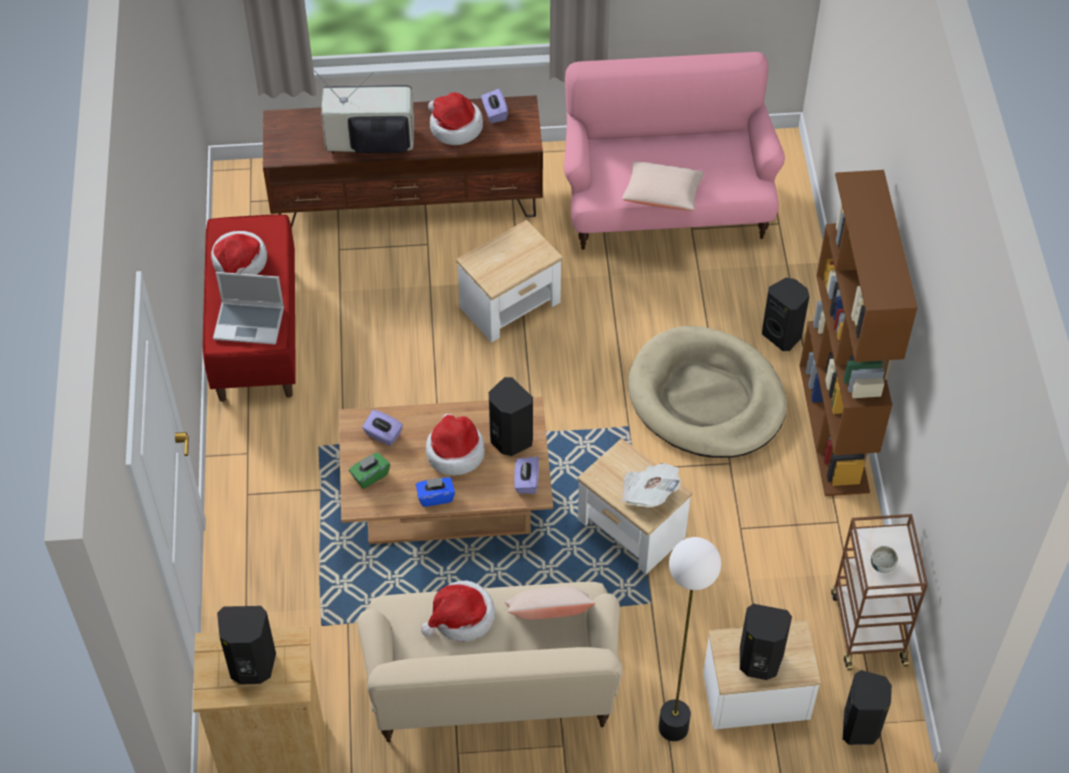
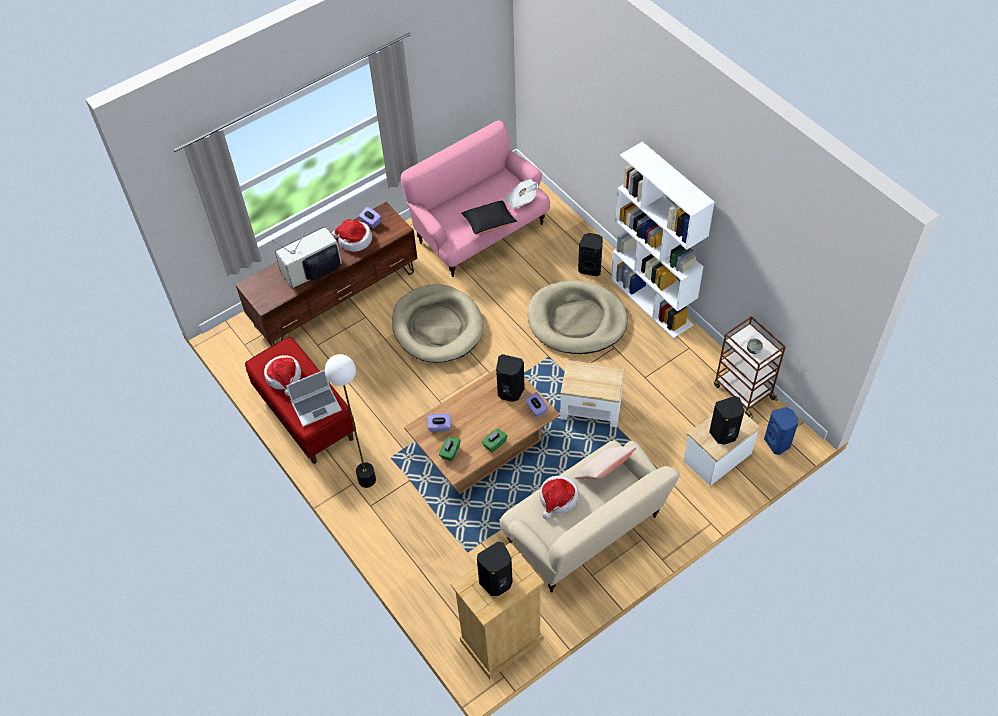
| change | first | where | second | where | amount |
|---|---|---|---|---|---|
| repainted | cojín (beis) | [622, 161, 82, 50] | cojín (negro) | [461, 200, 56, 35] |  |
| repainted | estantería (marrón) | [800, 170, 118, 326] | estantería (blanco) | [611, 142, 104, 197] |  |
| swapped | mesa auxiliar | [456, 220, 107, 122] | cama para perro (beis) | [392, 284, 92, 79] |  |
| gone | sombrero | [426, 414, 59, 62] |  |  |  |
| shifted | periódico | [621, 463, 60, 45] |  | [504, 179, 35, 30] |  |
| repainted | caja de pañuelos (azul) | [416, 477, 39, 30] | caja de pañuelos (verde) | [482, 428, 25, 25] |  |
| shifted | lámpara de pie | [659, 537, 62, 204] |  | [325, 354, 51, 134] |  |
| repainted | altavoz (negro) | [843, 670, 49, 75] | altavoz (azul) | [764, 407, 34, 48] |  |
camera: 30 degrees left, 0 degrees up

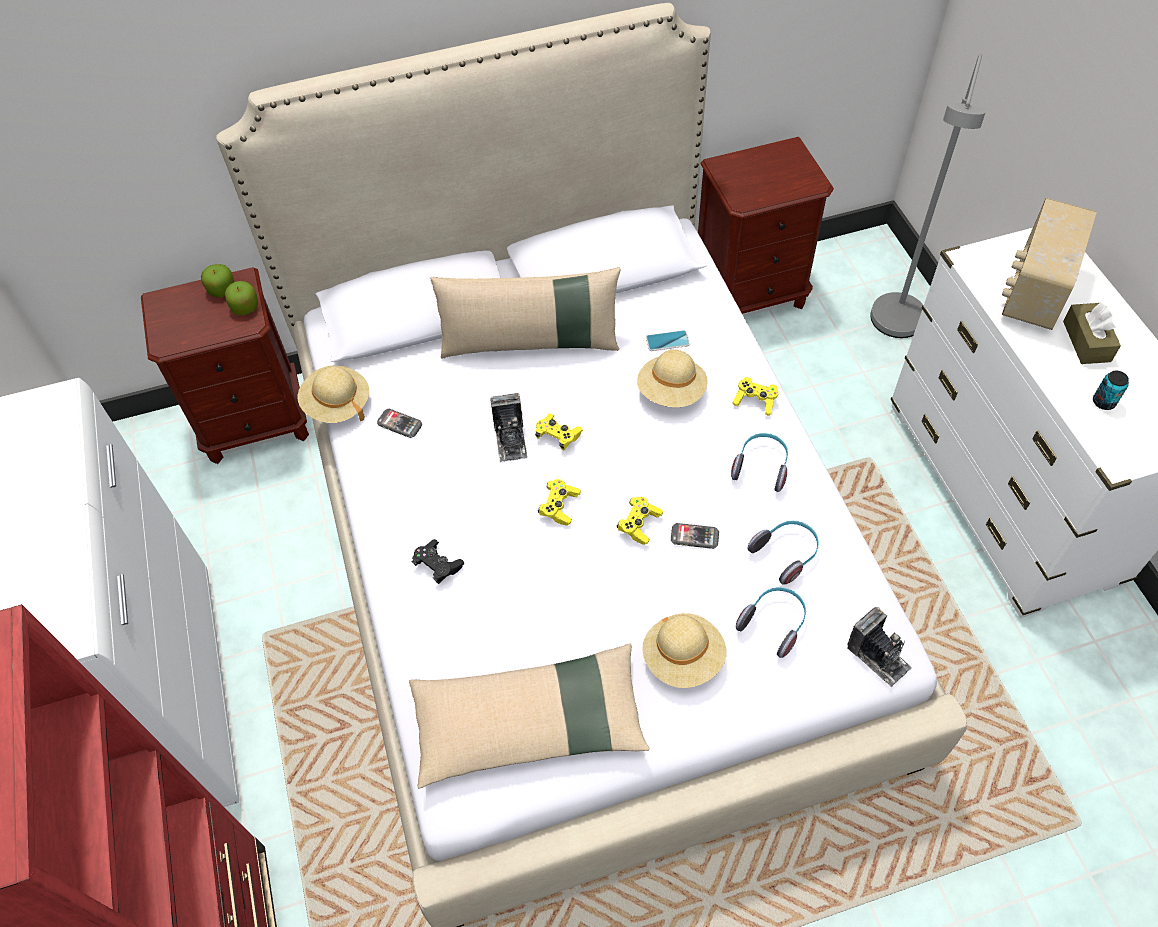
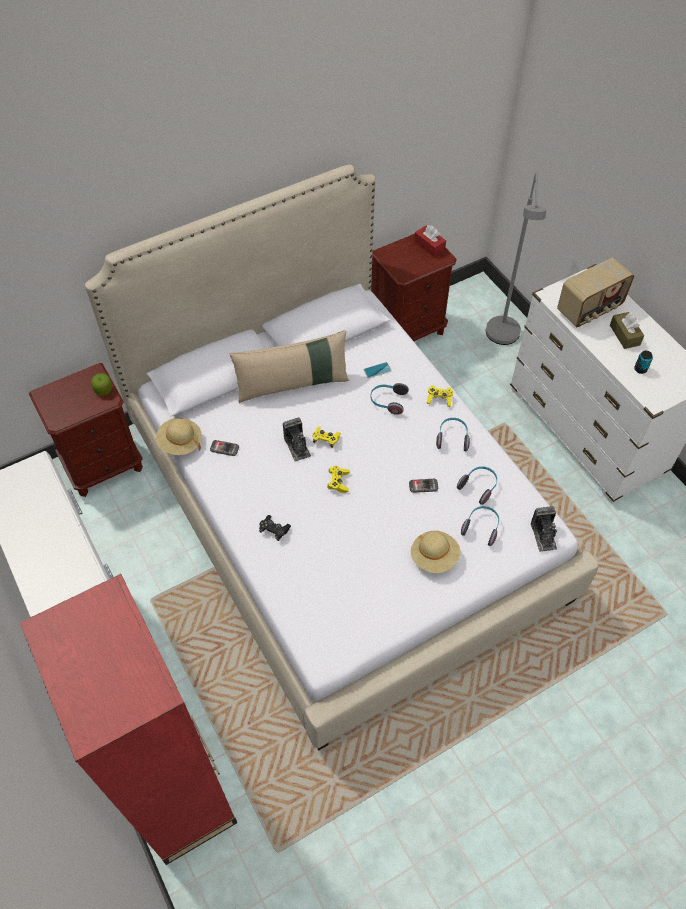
| change | first | where | second | where | amount |
|---|---|---|---|---|---|
| rotated | radio | [1002, 198, 95, 132] |  | [557, 257, 77, 70] | 135 degrees counterclockwise |
| gone | manzana | [201, 264, 33, 33] |  |  |  |
| swapped | sombrero (beis) | [637, 350, 71, 57] | auriculares | [371, 383, 38, 32] |  |
| gone | mando de consola (amarillo) | [617, 497, 46, 48] |  |  |  |
| rotated | cámara | [847, 607, 65, 80] |  | [531, 506, 26, 46] | 45 degrees clockwise |
| gone | cojín (beis) | [409, 643, 241, 146] |  |  |  |
| new |  |  | caja de pañuelos (rojo) | [414, 225, 32, 32] |  |
camera: 15 degrees left, 0 degrees up

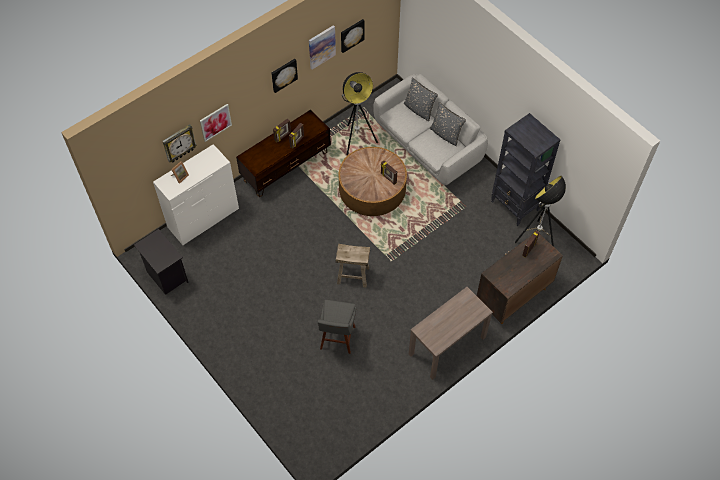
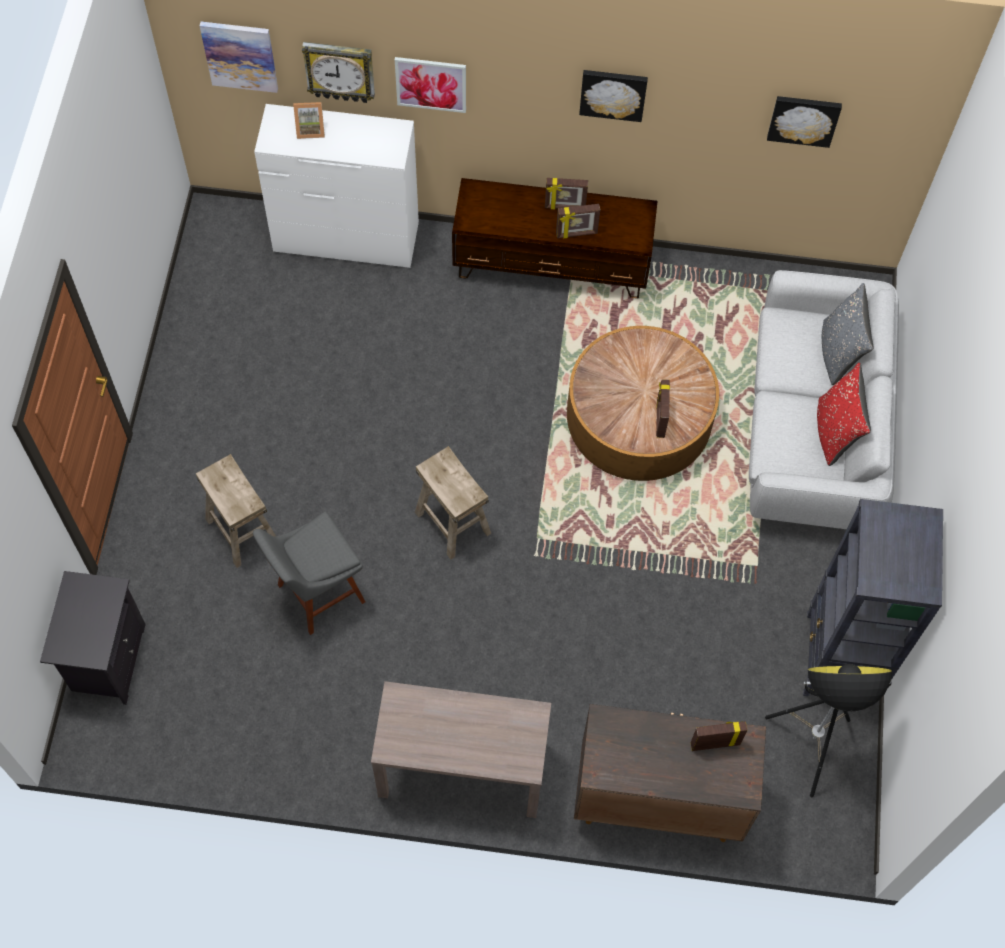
| change | first | where | second | where | amount |
|---|---|---|---|---|---|
| shifted | cuadro | [309, 25, 27, 44] |  | [200, 22, 78, 71] |  |
| gone | lámpara de pie | [342, 72, 36, 83] |  |  |  |
| repainted | cojín (gris) | [430, 102, 36, 44] | cojín (rojo) | [817, 363, 54, 103] |  |
| shifted | mesita de noche (negro) | [134, 229, 54, 66] |  | [40, 571, 106, 134] |  |
| new |  |  | taburete (beis) | [196, 454, 80, 114] |  |
camera: 45 degrees right, 5 degrees up

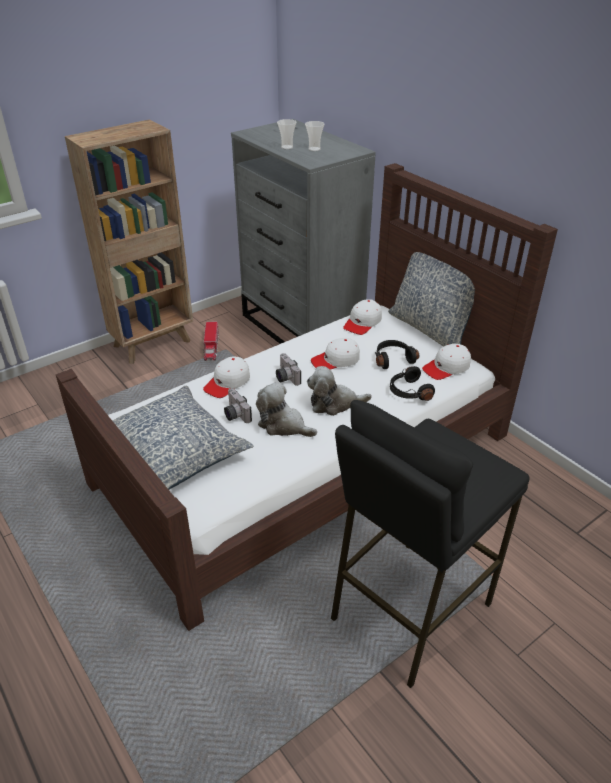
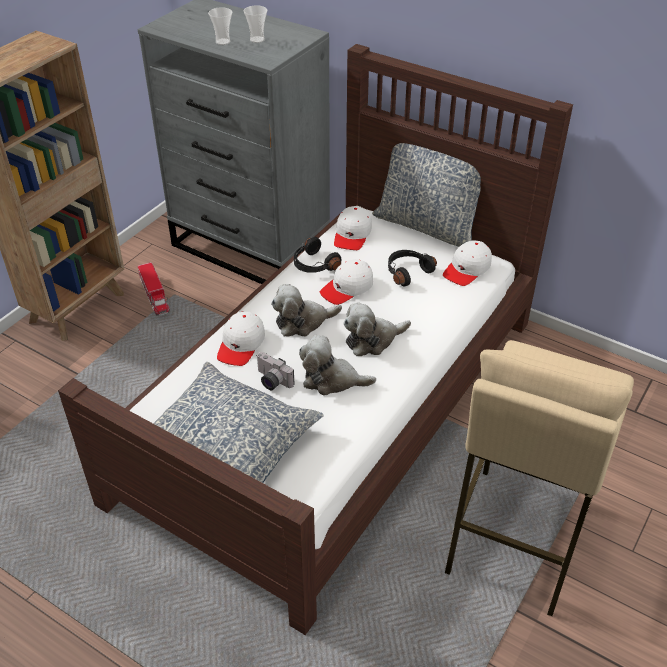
| change | first | where | second | where | amount |
|---|---|---|---|---|---|
| swapped | cámara | [276, 353, 25, 33] | peluche | [271, 284, 71, 53] |  |
| shifted | auriculares (negro) | [390, 366, 45, 35] |  | [294, 237, 47, 36] |  |
| repainted | taburete (negro) | [331, 400, 198, 288] | taburete (beis) | [445, 340, 189, 276] |  |
camera: 20 degrees left, 5 degrees up

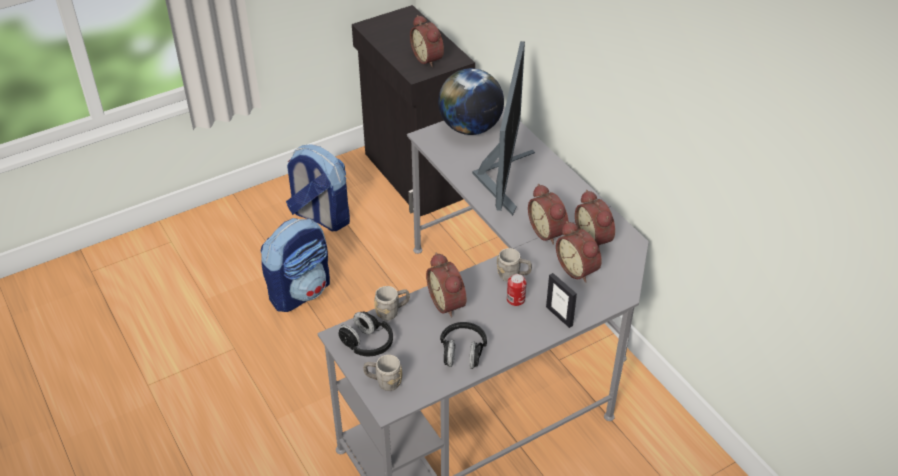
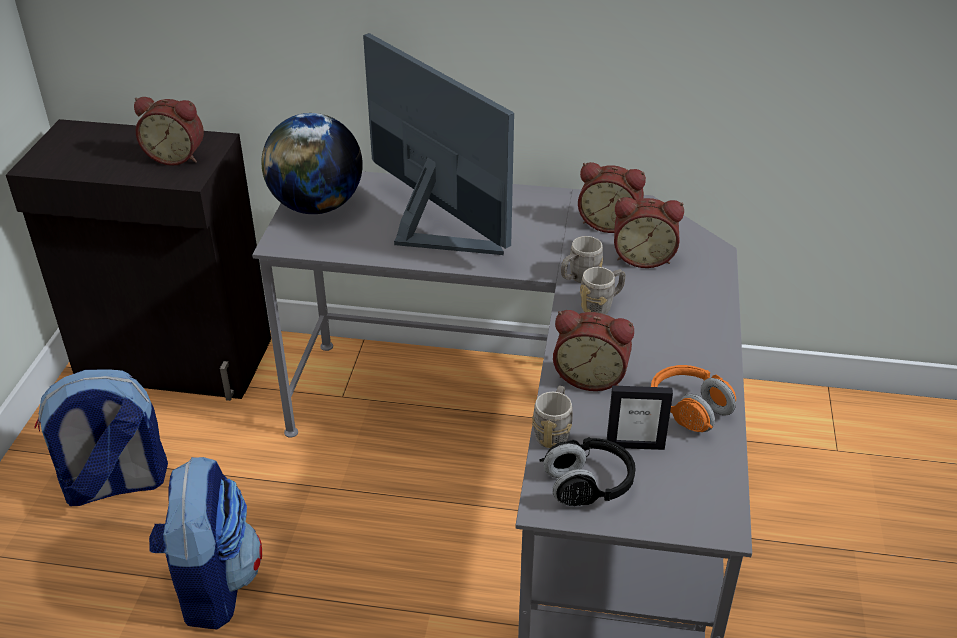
| change | first | where | second | where | amount |
|---|---|---|---|---|---|
| gone | despertador | [528, 184, 41, 61] |  |  |  |
| shifted | portarretratos | [546, 273, 31, 55] |  | [607, 385, 66, 65] |  |
| gone | lata | [507, 274, 20, 32] |  |  |  |
| repainted | auriculares (negro) | [440, 322, 47, 47] | auriculares (naranja) | [651, 365, 85, 67] |  |
| shifted | taza grande (gris) | [363, 355, 39, 36] |  | [561, 236, 42, 47] |  |
camera: 50 degrees left, 5 degrees down

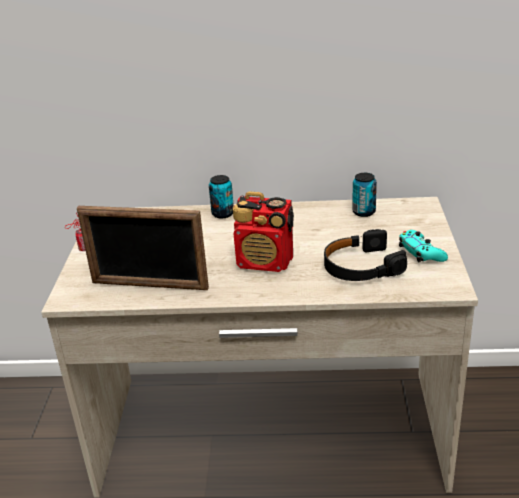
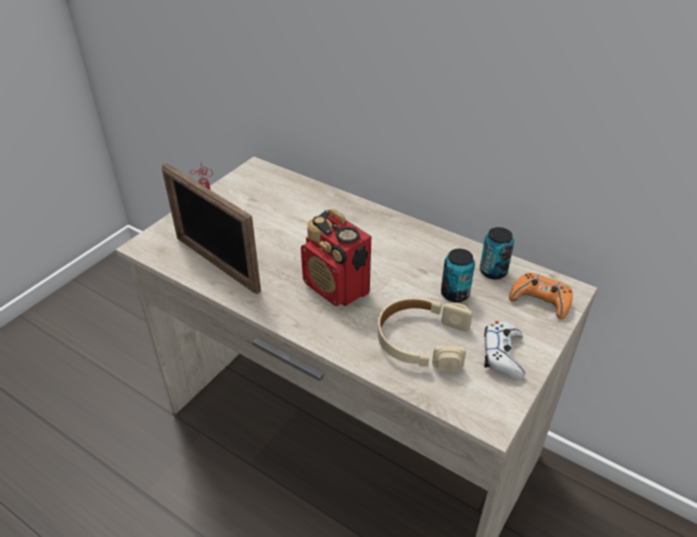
| change | first | where | second | where | amount |
|---|---|---|---|---|---|
| shifted | lata | [209, 175, 25, 43] |  | [441, 249, 34, 53] |  |
| repainted | auriculares (negro) | [324, 229, 83, 52] | auriculares (beis) | [378, 298, 95, 74] |  |
| repainted | mando de consola (turquesa) | [399, 230, 49, 33] | mando de consola (blanco) | [484, 321, 41, 59] |  |
| new |  |  | mando de consola (naranja) | [509, 273, 64, 46] |  |
camera: 30 degrees right, 10 degrees up

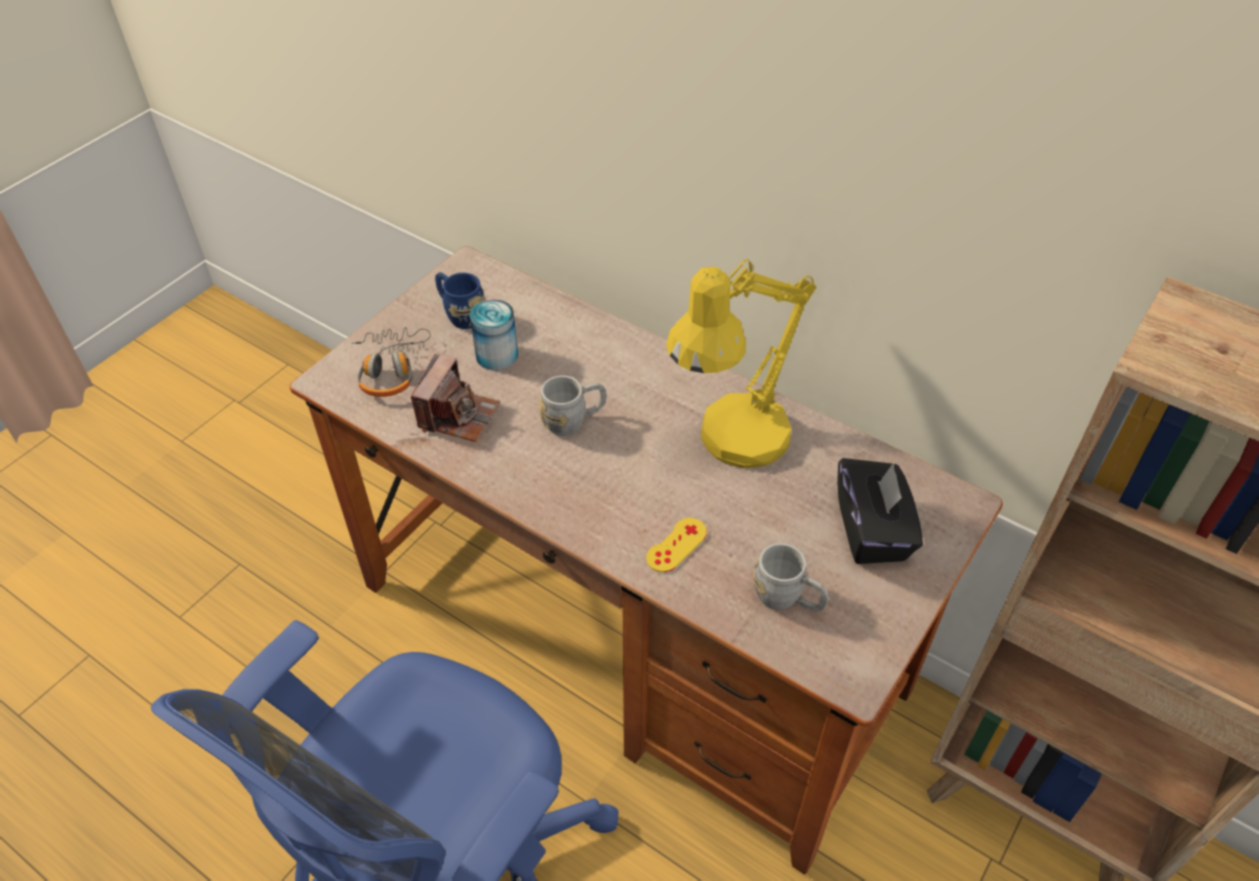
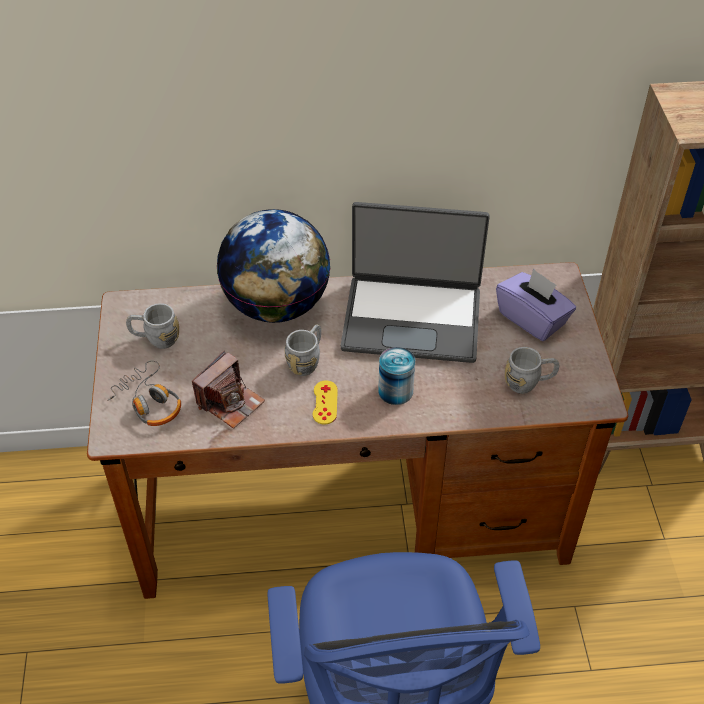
| change | first | where | second | where | amount |
|---|---|---|---|---|---|
| swapped | lámpara de mesa (amarillo) | [666, 259, 151, 209] | portátil | [340, 202, 150, 161] |  |
| repainted | taza grande (azul) | [435, 272, 50, 57] | taza grande (gris) | [126, 303, 53, 46] |  |
| shifted | lata | [470, 299, 48, 71] |  | [378, 347, 37, 58] |  |
| rotated | cámara | [411, 353, 89, 89] |  | [192, 351, 73, 78] | 60 degrees clockwise |
| repainted | caja de pañuelos (negro) | [837, 458, 86, 106] | caja de pañuelos (morado) | [496, 268, 80, 73] |  |
| shifted | mando de consola (amarillo) | [646, 518, 61, 54] |  | [313, 380, 25, 45] |  |
| new |  |  | globo terráqueo | [217, 209, 114, 114] |  |
camera: 40 degrees left, 0 degrees up

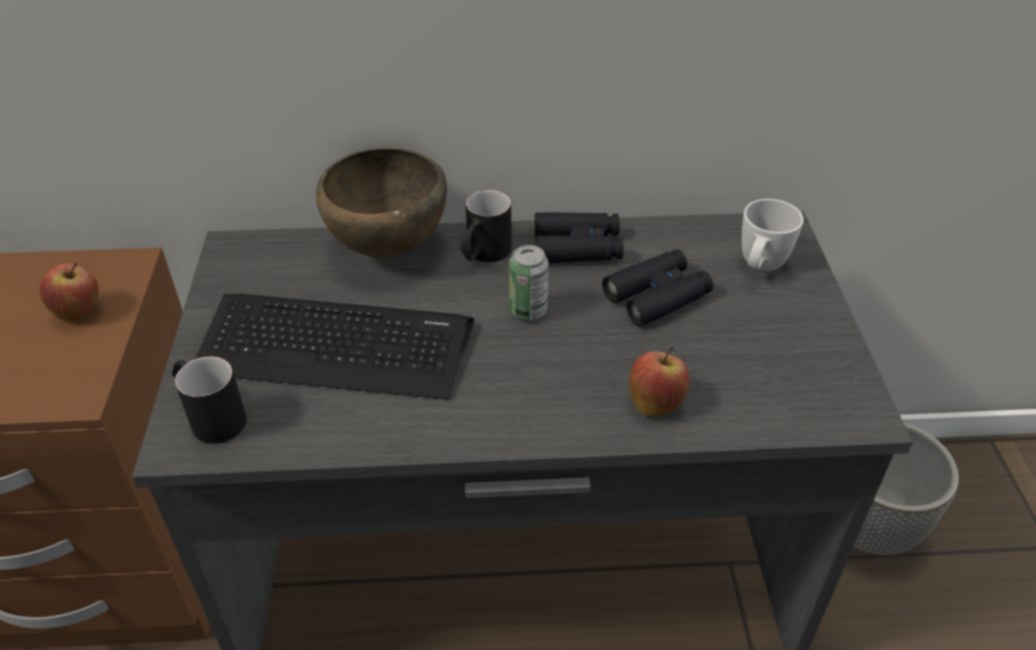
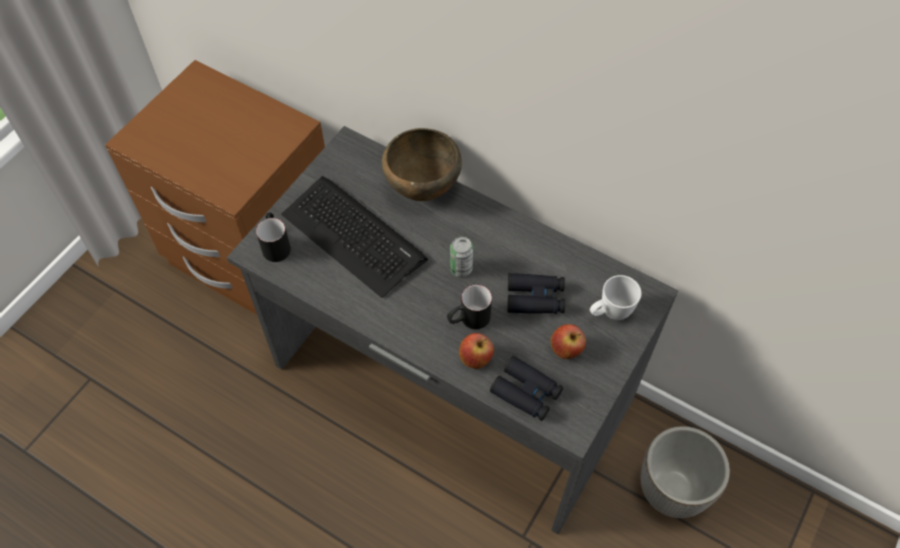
| change | first | where | second | where | amount |
|---|---|---|---|---|---|
| shifted | taza grande (negro) | [460, 190, 52, 72] |  | [447, 285, 45, 44] |  |
| shifted | prismáticos (negro) | [535, 212, 89, 51] |  | [490, 356, 73, 65] |  |
| shifted | manzana | [39, 263, 60, 58] |  | [550, 324, 36, 35] |  |
camera: 35 degrees right, 15 degrees up

